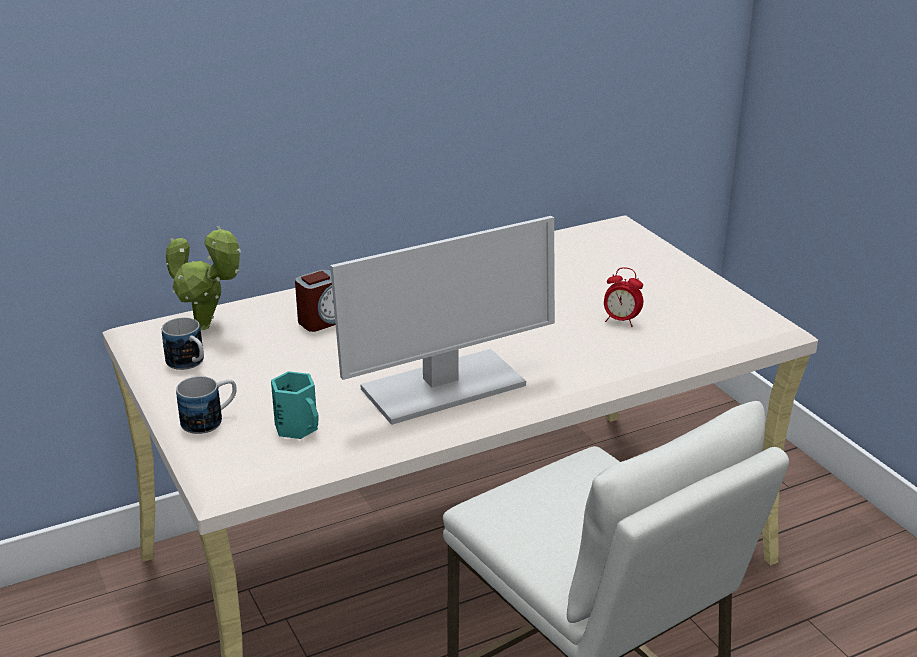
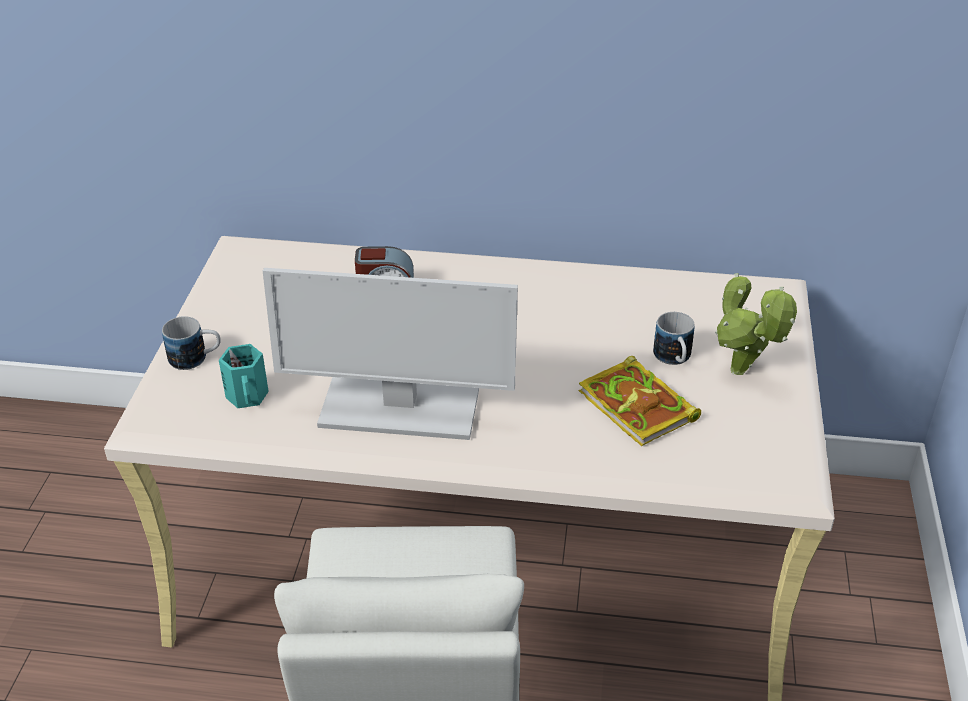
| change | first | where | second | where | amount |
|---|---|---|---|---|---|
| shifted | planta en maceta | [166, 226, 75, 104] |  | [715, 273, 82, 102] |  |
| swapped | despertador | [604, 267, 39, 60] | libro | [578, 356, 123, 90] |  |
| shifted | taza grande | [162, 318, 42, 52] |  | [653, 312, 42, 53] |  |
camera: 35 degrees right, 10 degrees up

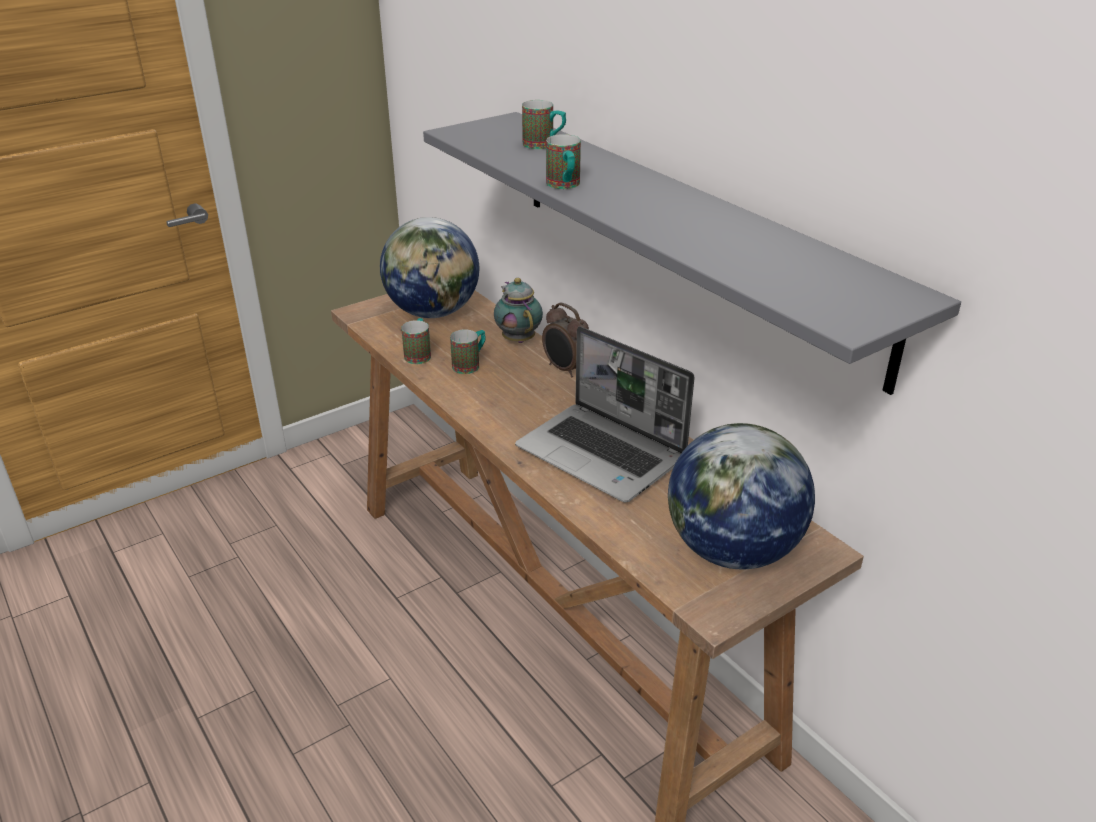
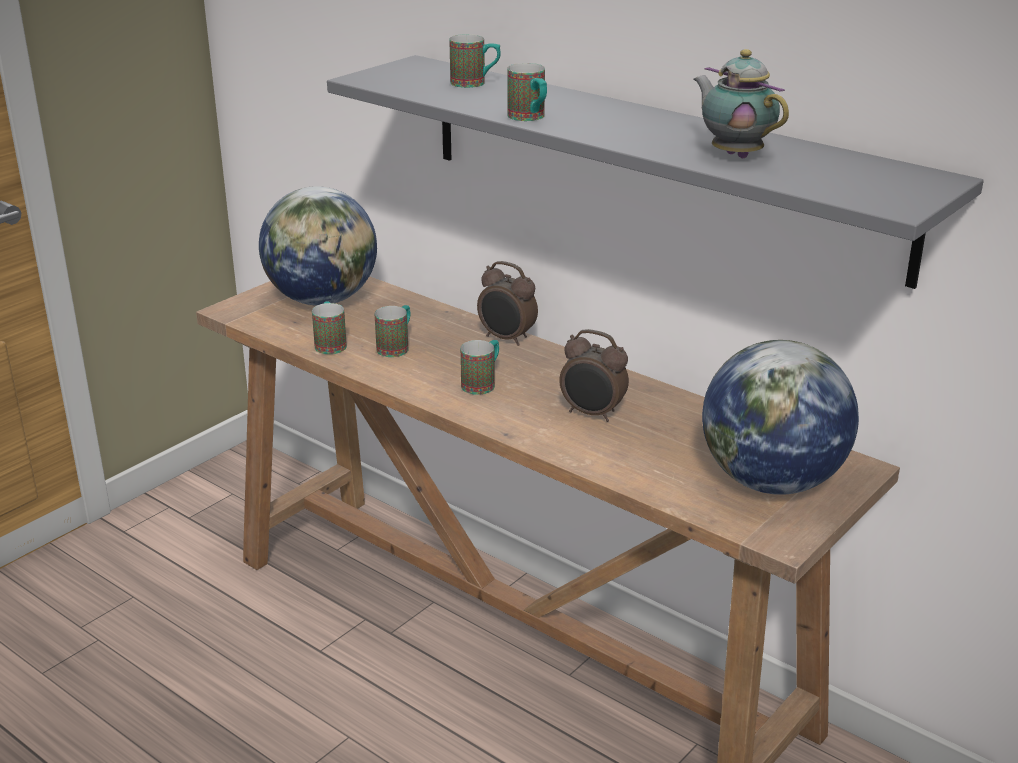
| change | first | where | second | where | amount |
|---|---|---|---|---|---|
| shifted | tetera | [494, 278, 49, 65] |  | [694, 49, 95, 109] |  |
| swapped | portátil | [515, 326, 180, 176] | despertador | [559, 329, 70, 93] |  |
| new |  |  | taza grande | [460, 340, 39, 55] |  |
camera: 15 degrees left, 5 degrees down

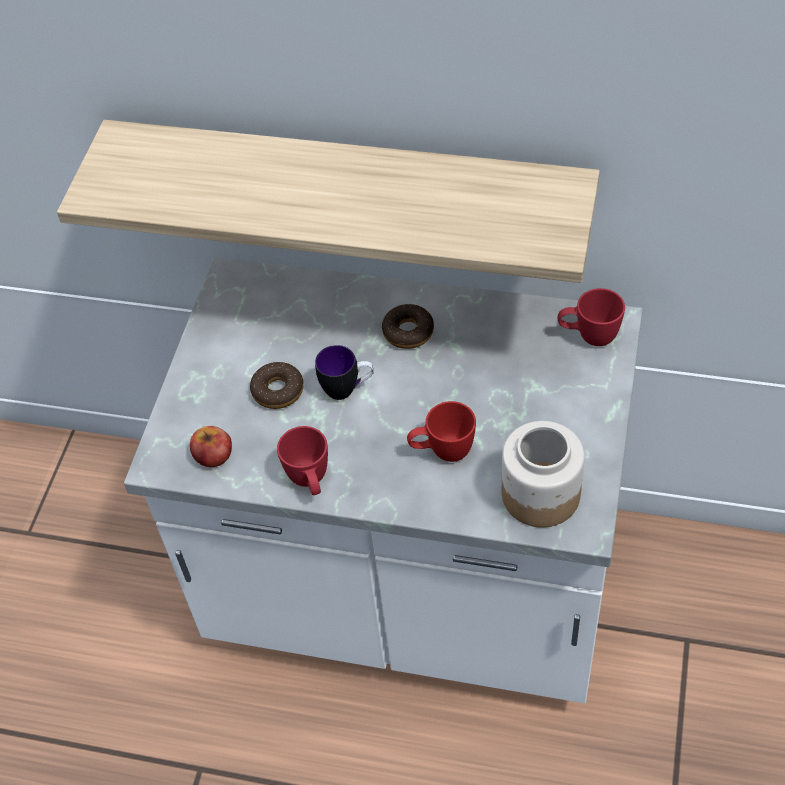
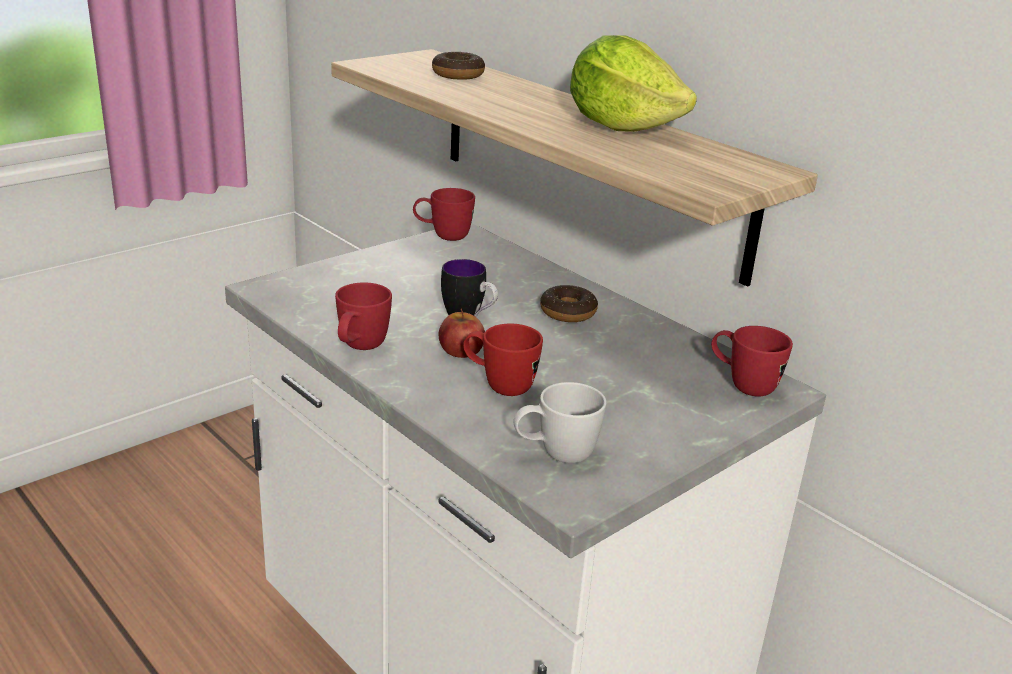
| change | first | where | second | where | amount |
|---|---|---|---|---|---|
| shifted | rosquilla | [250, 362, 54, 47] |  | [432, 51, 53, 29] |  |
| swapped | tarro | [502, 421, 83, 107] | taza grande (blanco) | [514, 382, 92, 81] |  |
| shifted | manzana | [190, 426, 42, 41] |  | [439, 309, 46, 49] |  |
| new |  |  | lechuga | [570, 35, 127, 97] |  |
| new |  |  | taza grande (rojo) | [413, 188, 62, 53] |  |
camera: 30 degrees right, 25 degrees down

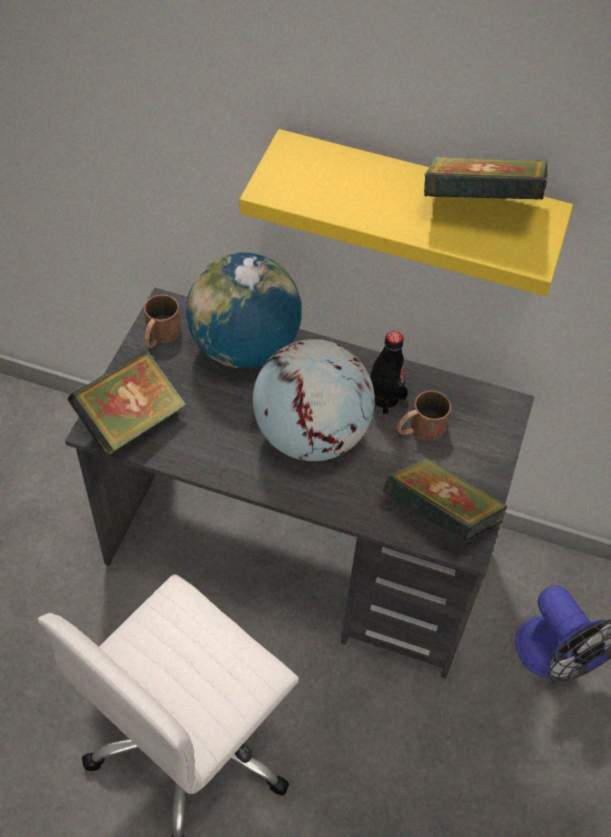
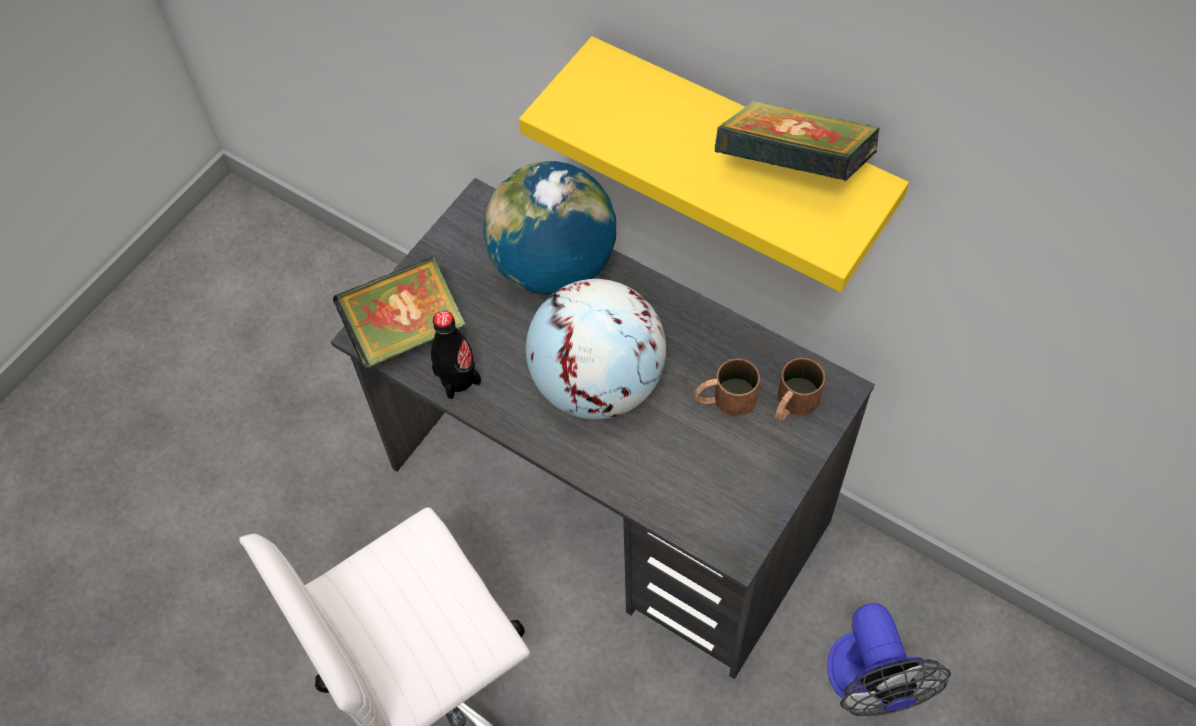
| change | first | where | second | where | amount |
|---|---|---|---|---|---|
| shifted | taza grande (marrón) | [144, 295, 37, 53] |  | [774, 358, 51, 64] |  |
| shifted | botella (negro) | [370, 331, 38, 84] |  | [431, 310, 50, 90] |  |
| gone | libro | [383, 458, 125, 85] |  |  |  |
camera: 20 degrees right, 5 degrees up

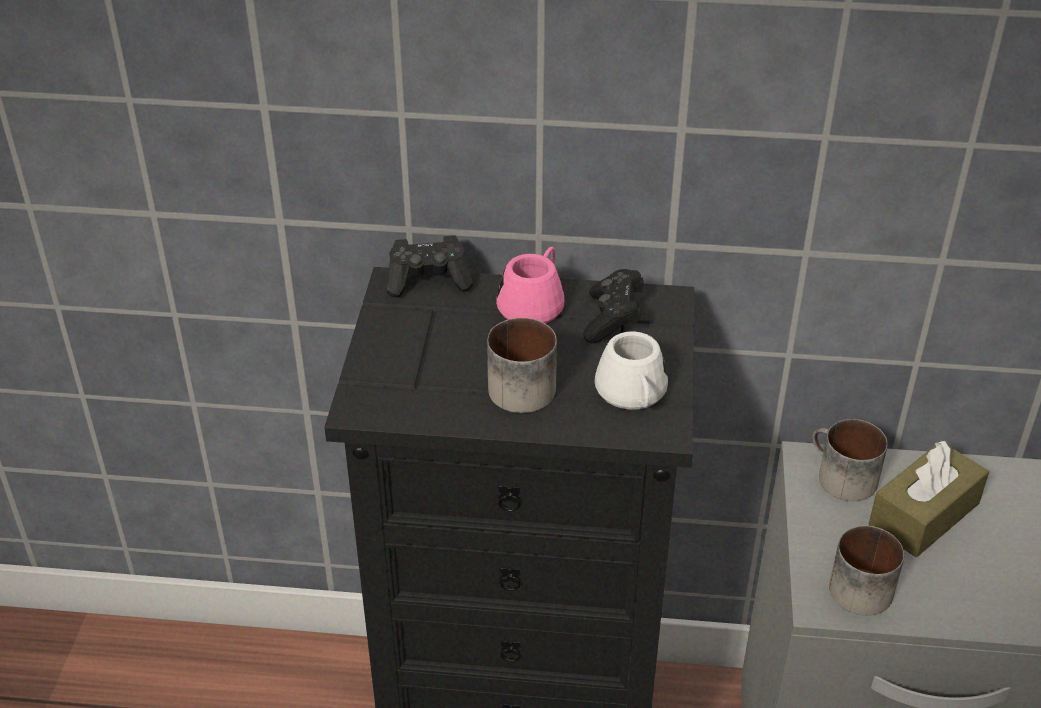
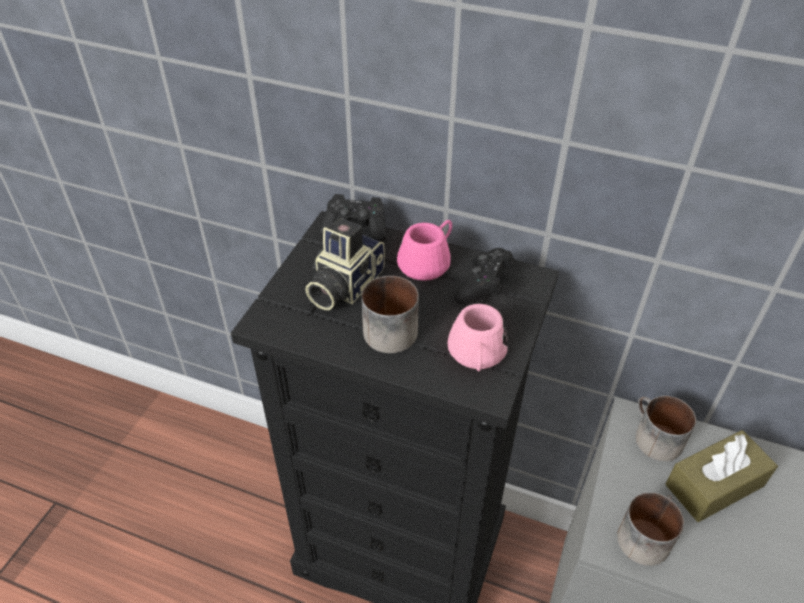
| change | first | where | second | where | amount |
|---|---|---|---|---|---|
| repainted | taza grande (blanco) | [595, 331, 73, 79] | taza grande (rosa) | [447, 304, 61, 68] |  |
| new |  |  | cámara | [305, 218, 80, 92] |  |
camera: 15 degrees right, 5 degrees up

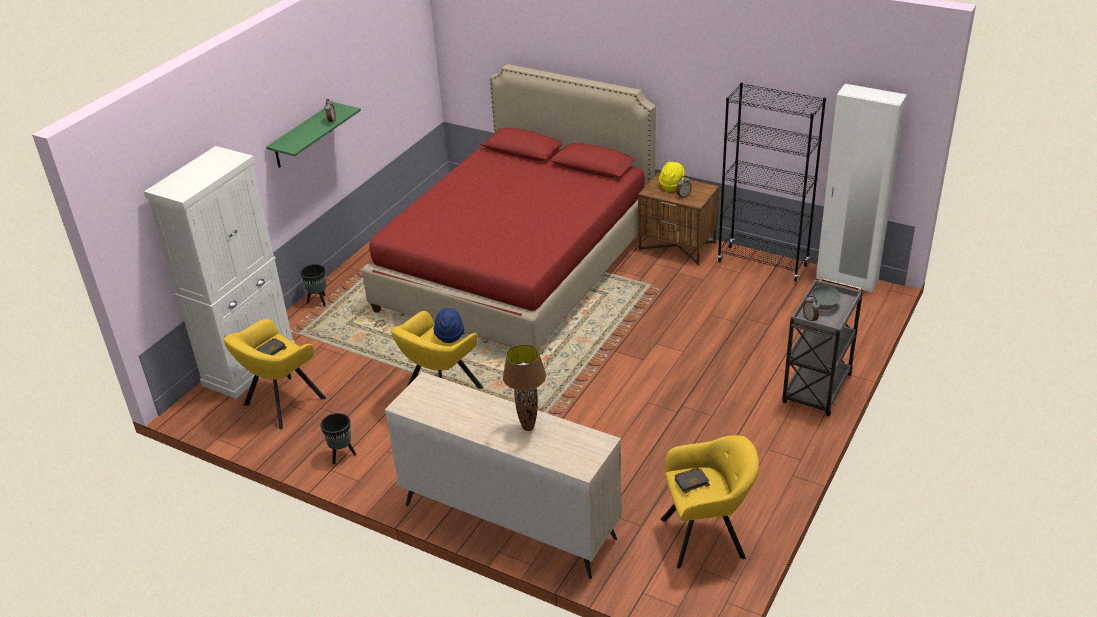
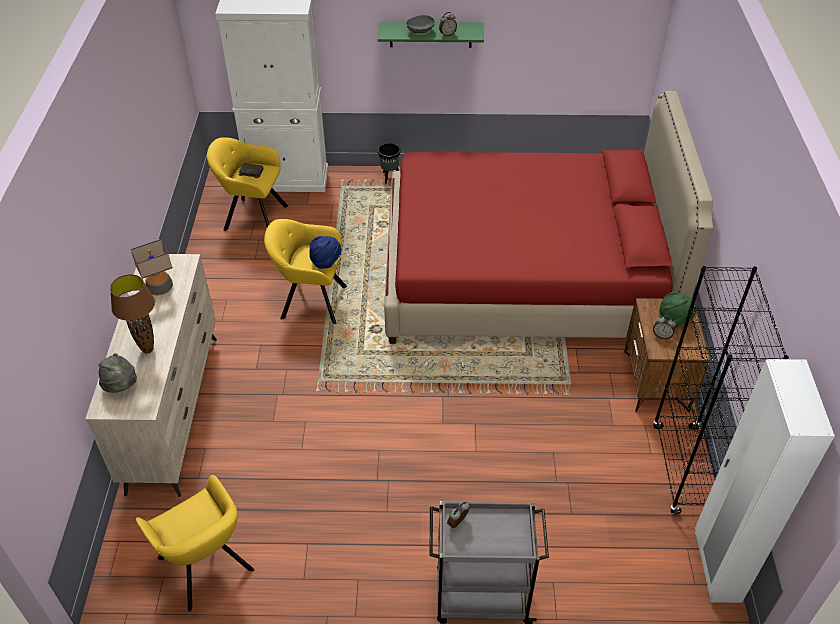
| change | first | where | second | where | amount |
|---|---|---|---|---|---|
| repainted | sombrero (amarillo) | [659, 162, 26, 30] | sombrero (verde) | [659, 292, 37, 36] |  |
| shifted | cuenco (gris) | [811, 285, 30, 25] |  | [406, 15, 29, 19] |  |
| gone | maceta (negro) | [320, 413, 36, 51] |  |  |  |
| gone | libro (negro) | [674, 468, 36, 25] |  |  |  |
| new |  |  | lámpara de mesa | [130, 239, 43, 57] |  |
| new |  |  | sombrero (gris) | [98, 353, 39, 40] |  |
camera: 60 degrees right, 10 degrees up

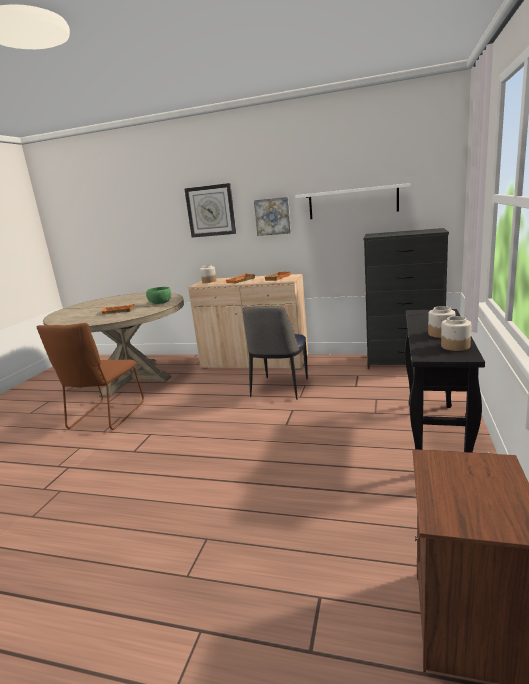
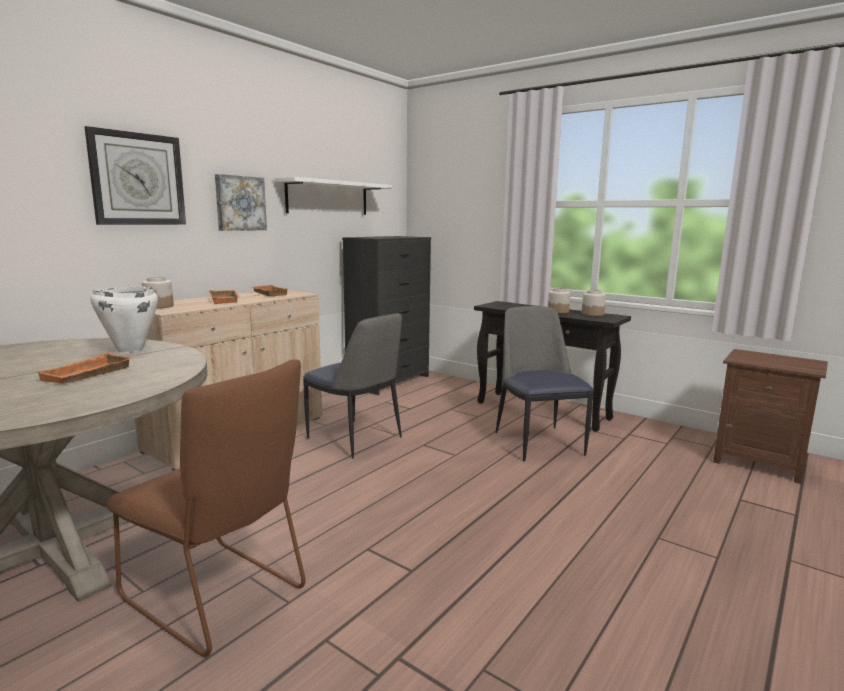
| change | first | where | second | where | amount |
|---|---|---|---|---|---|
| swapped | cuenco (verde) | [146, 287, 25, 17] | olla (blanco) | [90, 286, 68, 67] |  |
| new |  |  | silla | [496, 306, 98, 155] |  |
camera: 70 degrees left, 5 degrees down

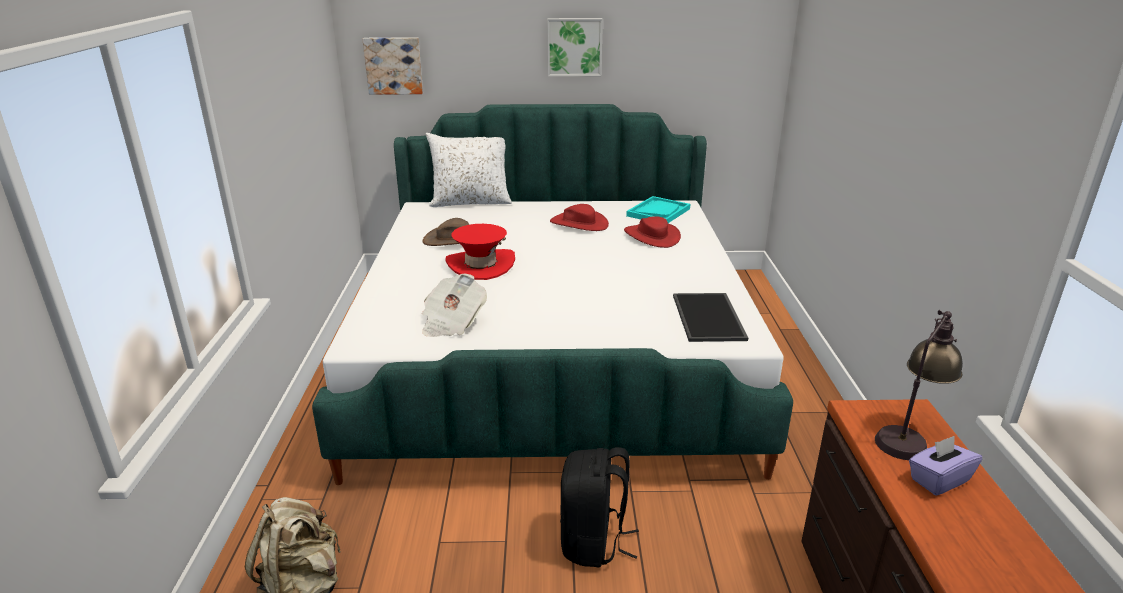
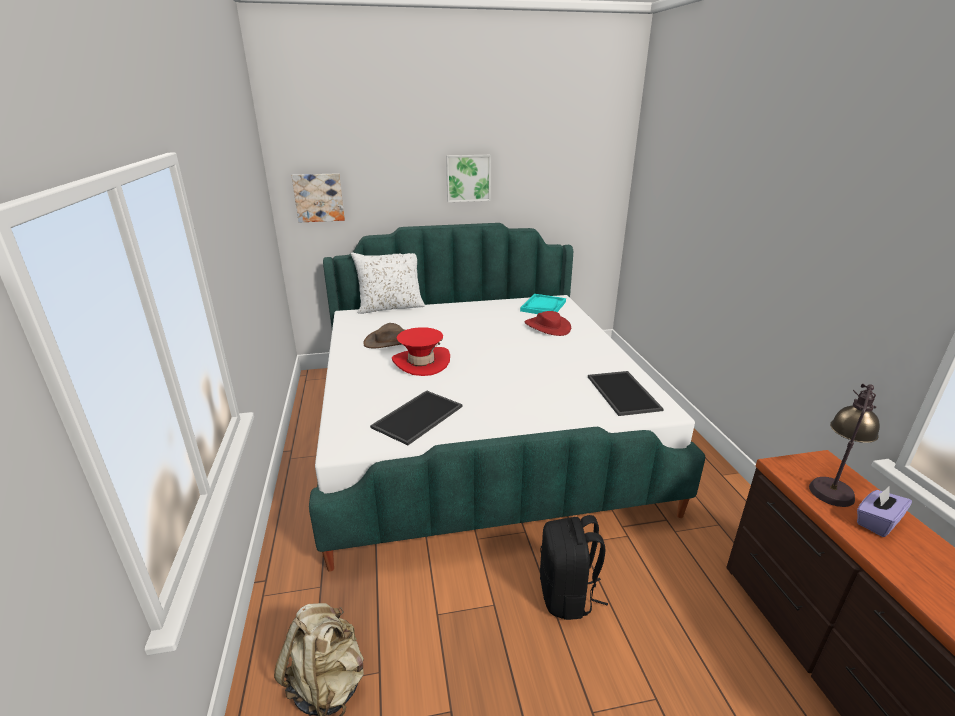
| change | first | where | second | where | amount |
|---|---|---|---|---|---|
| gone | sombrero (rojo) | [550, 204, 59, 27] |  |  |  |
| swapped | periódico | [422, 274, 65, 63] | bandeja | [370, 390, 93, 55] |  |
camera: 10 degrees left, 0 degrees up

